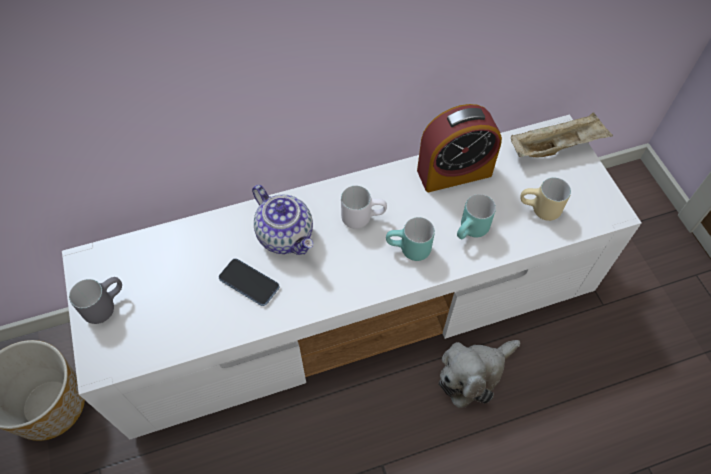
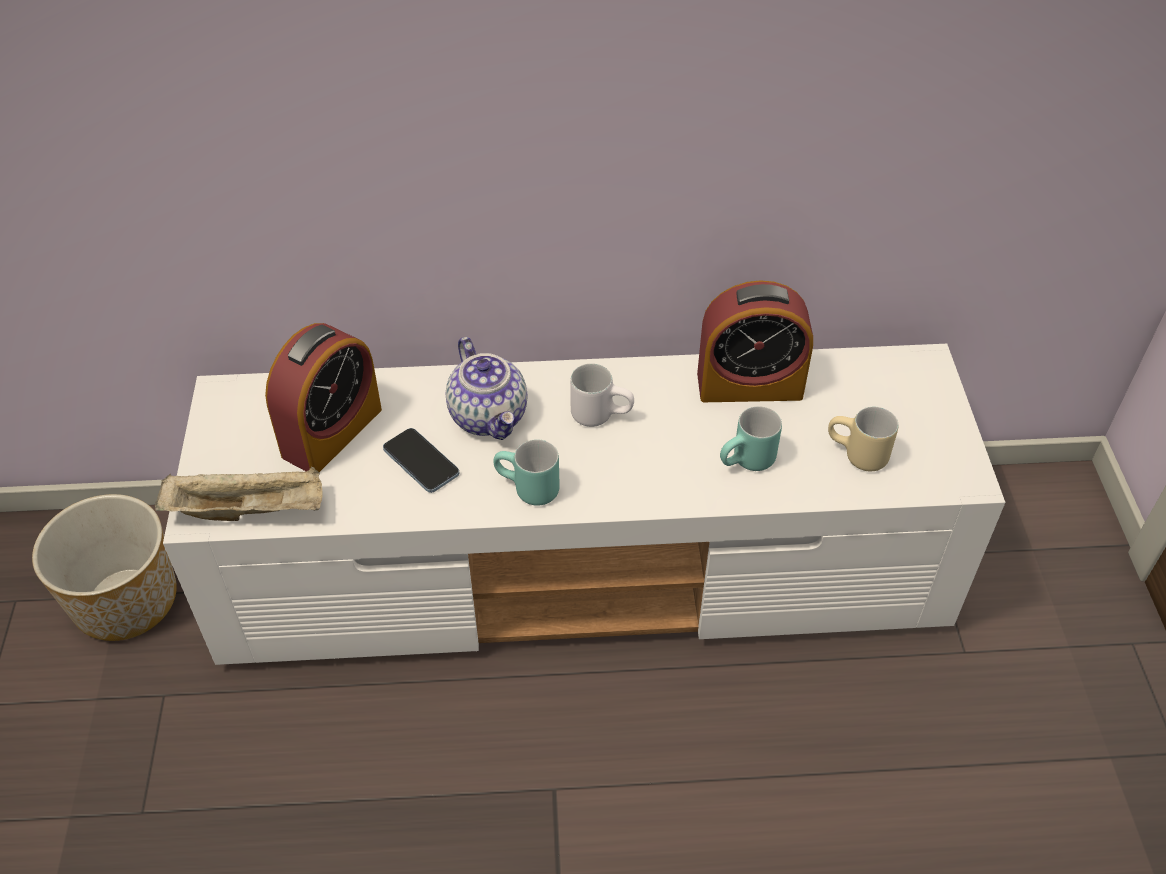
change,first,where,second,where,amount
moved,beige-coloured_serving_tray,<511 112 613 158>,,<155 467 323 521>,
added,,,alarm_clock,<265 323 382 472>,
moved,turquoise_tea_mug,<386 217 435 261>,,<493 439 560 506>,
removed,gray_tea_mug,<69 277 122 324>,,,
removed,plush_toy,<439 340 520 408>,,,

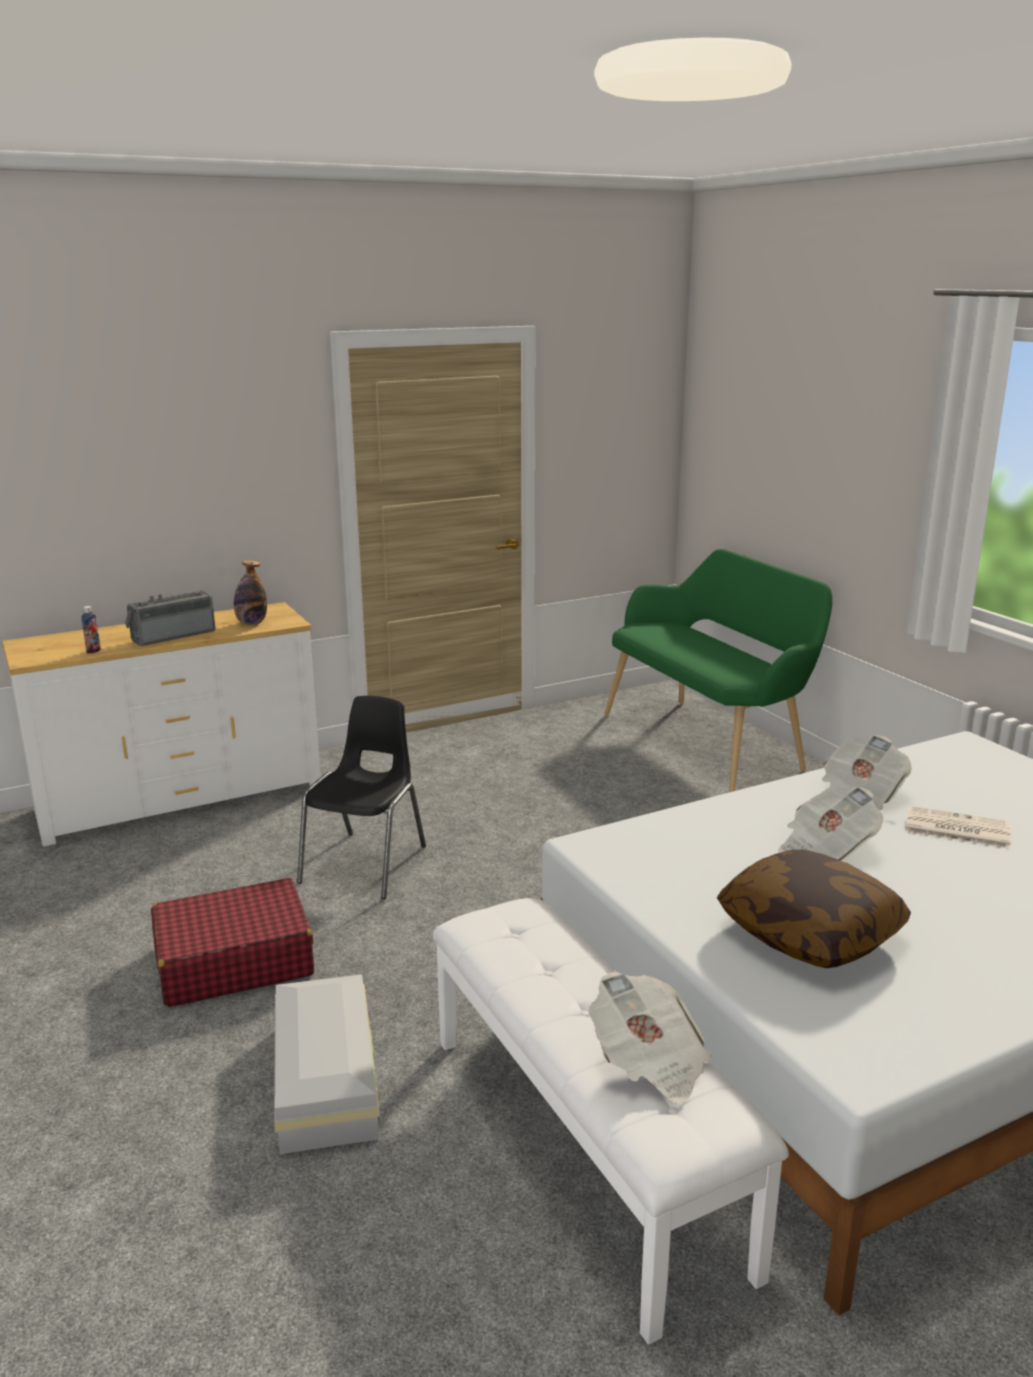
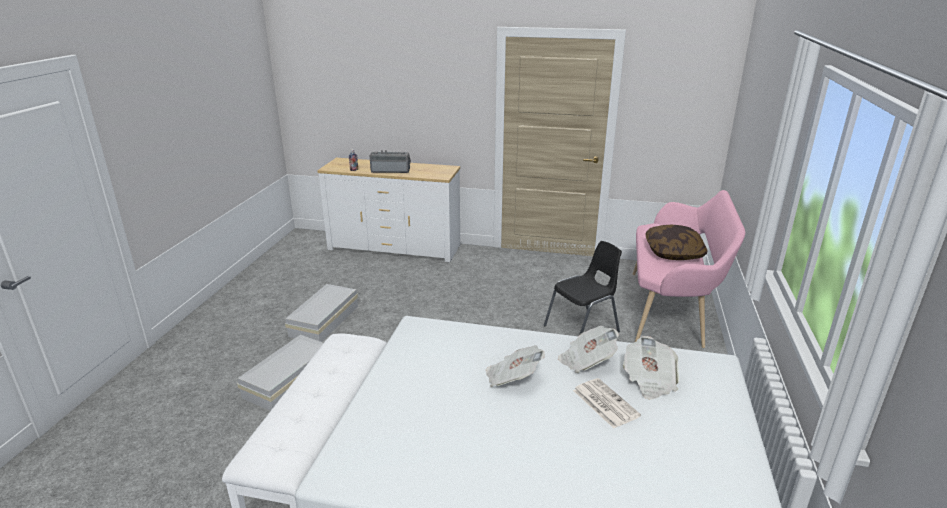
change,first,where,second,where,amount
replaced,reddish_piece_of_luggage,<151 878 314 1007>,whitish_storage_bin,<285 284 358 342>,
moved,black-coloured_upright_chair,<297 696 426 899>,,<544 241 622 335>,
moved,newspaper,<589 971 712 1104>,,<623 336 679 400>,
recoloured,greenish_bench,<604 549 833 792>,pink_bench,<633 190 745 348>,
moved,throw_pillow,<717 849 911 968>,,<645 225 708 260>,
removed,drink_bottle,<234 560 267 625>,,,

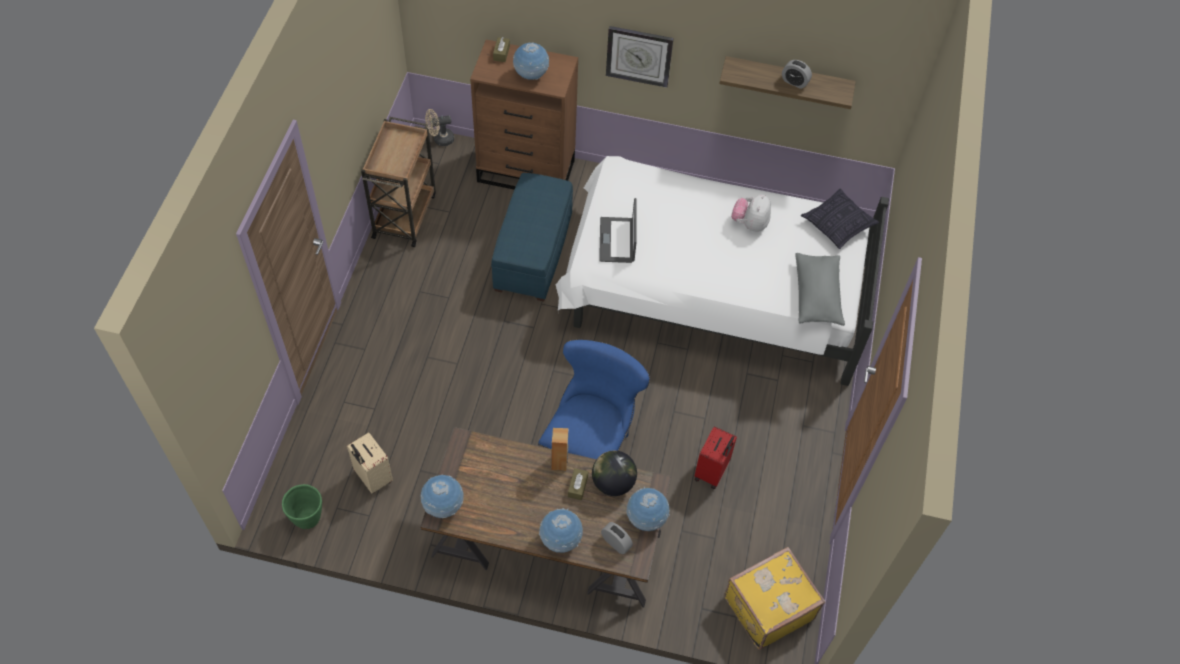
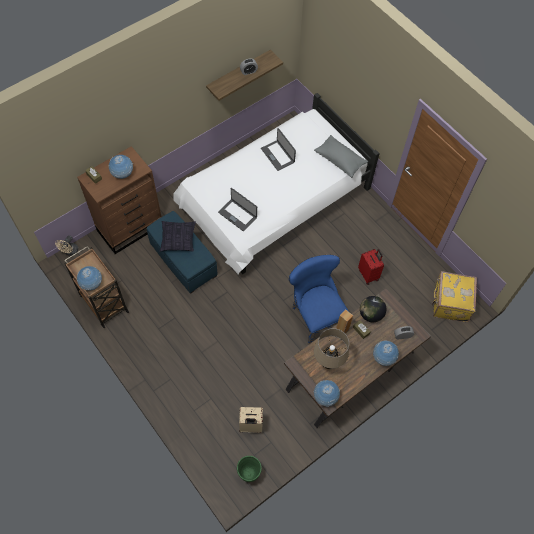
change,first,where,second,where,amount
moved,world_globe,<626 487 670 531>,,<77 266 102 291>,
moved,throw_pillow,<801 189 879 249>,,<160 221 196 252>,
replaced,plush_toy,<731 195 771 232>,laptop,<261 128 296 171>,
added,,,beige-coloured_lamp_for_a_table,<314 328 349 369>,
removed,clock_on_the_wall,<606 26 674 88>,,,

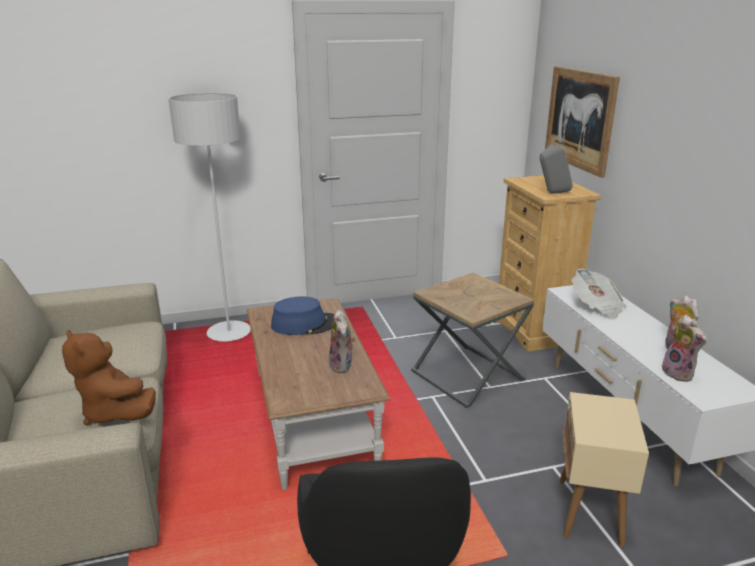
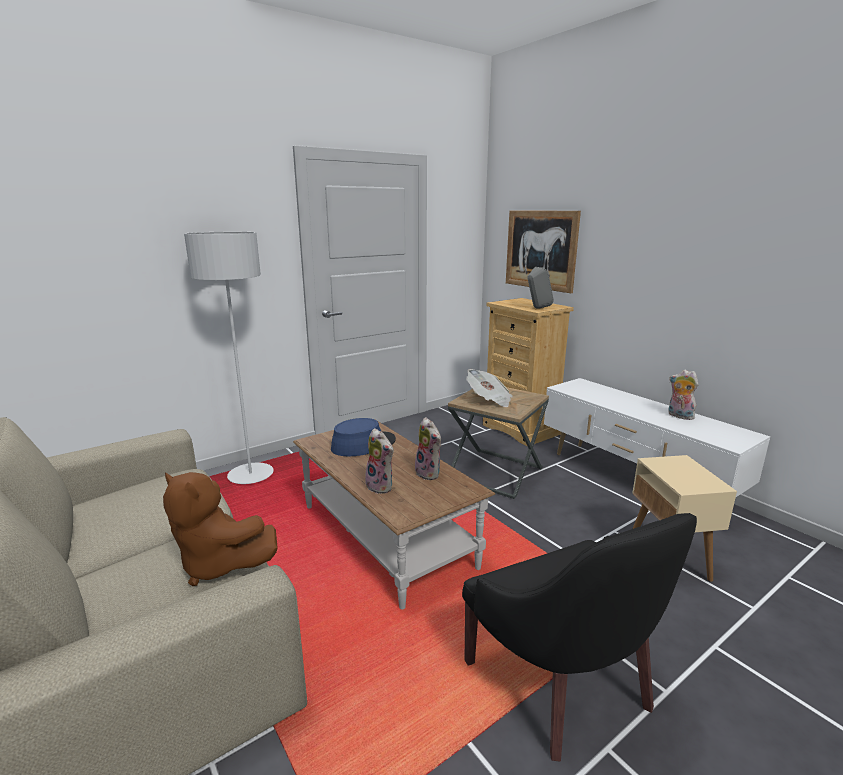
change,first,where,second,where,amount
moved,plush_toy,<662 315 707 382>,,<365 428 393 494>,
moved,newspaper,<572 268 626 320>,,<466 369 513 407>,

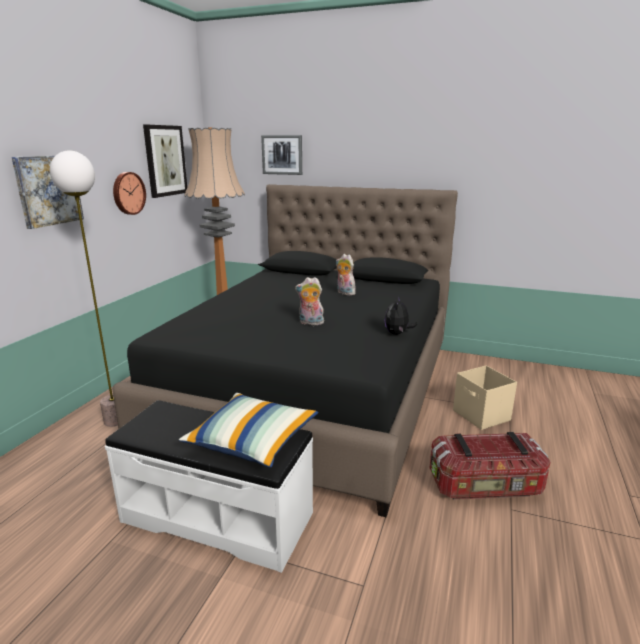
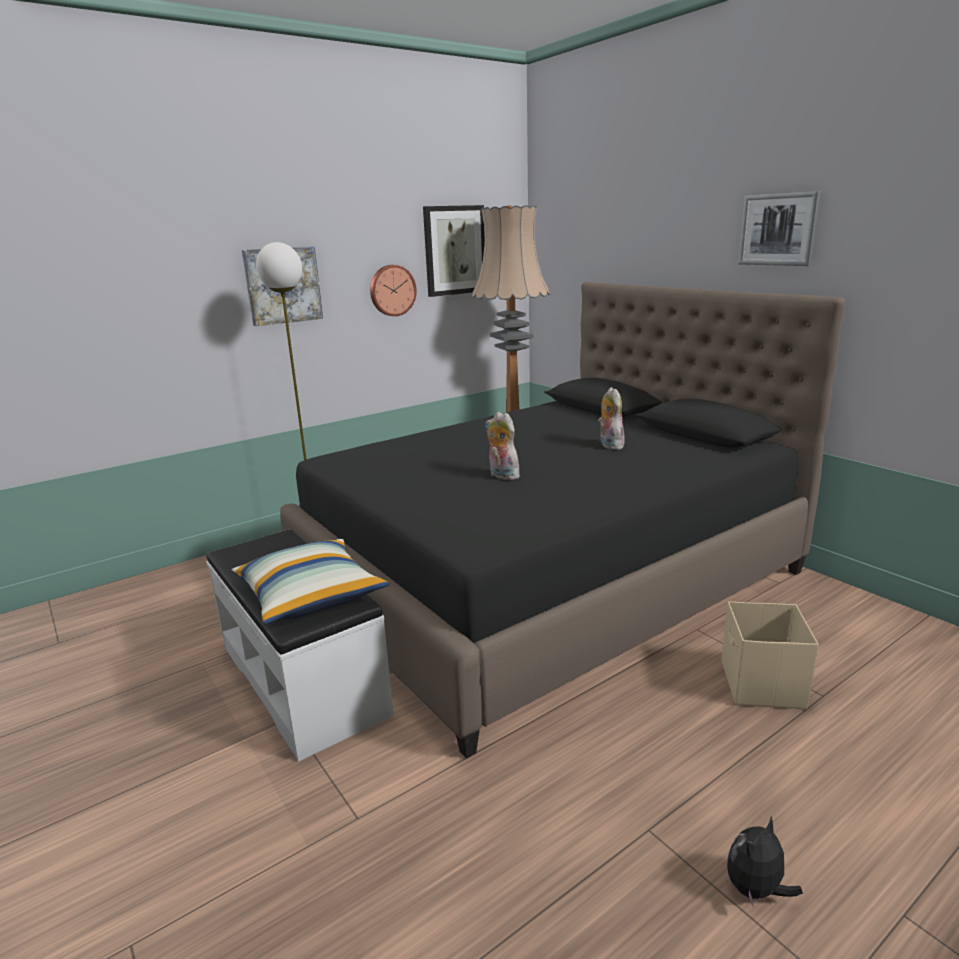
change,first,where,second,where,amount
moved,plush_toy,<385 298 417 335>,,<727 816 803 906>,
moved,picture,<261 135 302 175>,,<738 191 821 266>,
removed,storage_bin,<430 432 551 500>,,,

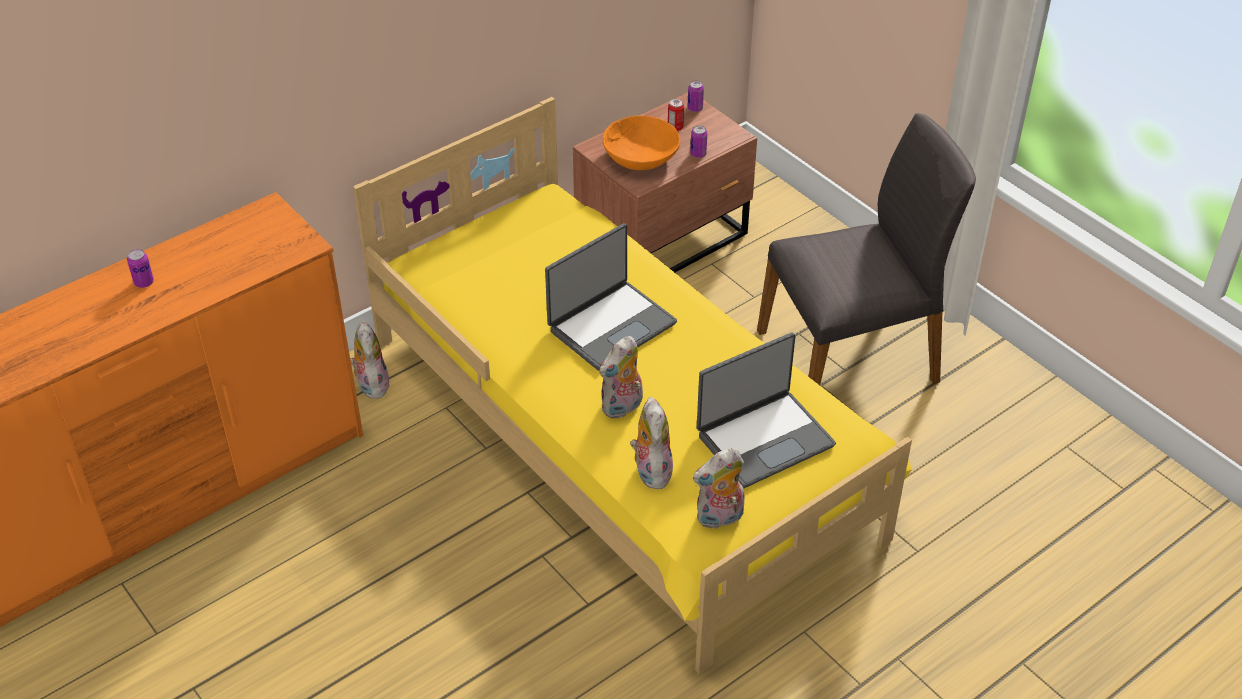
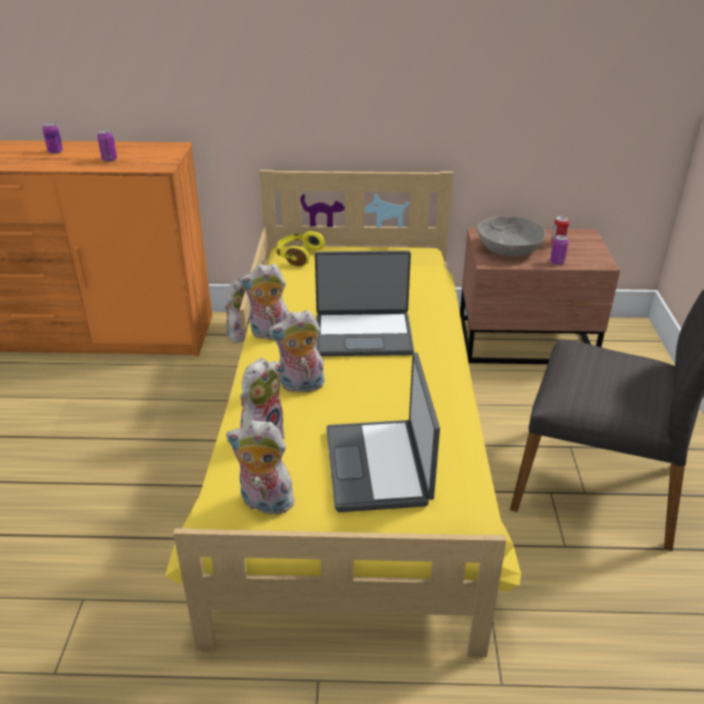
change,first,where,second,where,amount
moved,can,<687 81 704 112>,,<97 130 117 162>,
added,,,plush_toy,<239 264 290 340>,
added,,,yellow-coloured_headset,<275 231 325 266>,
turned,laptop,<697 332 836 488>,,<326 352 440 512>,75 degrees clockwise
recoloured,orange-coloured_serving_bowl,<603 116 680 170>,gray_serving_bowl,<477 215 546 256>,

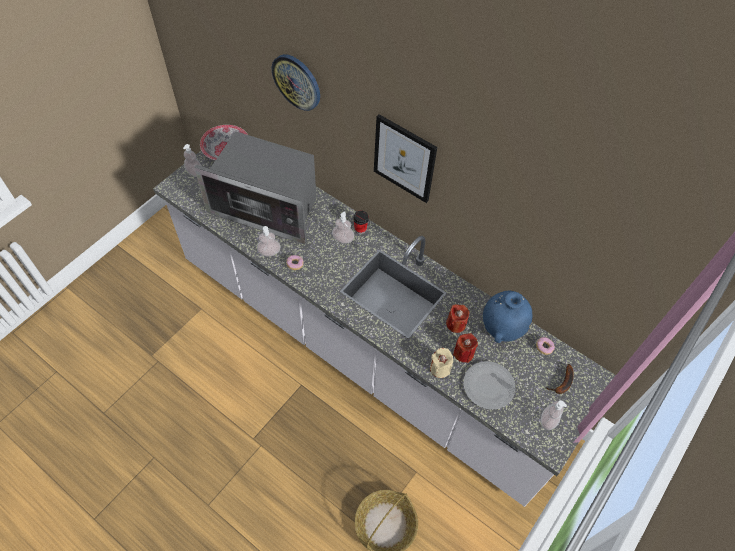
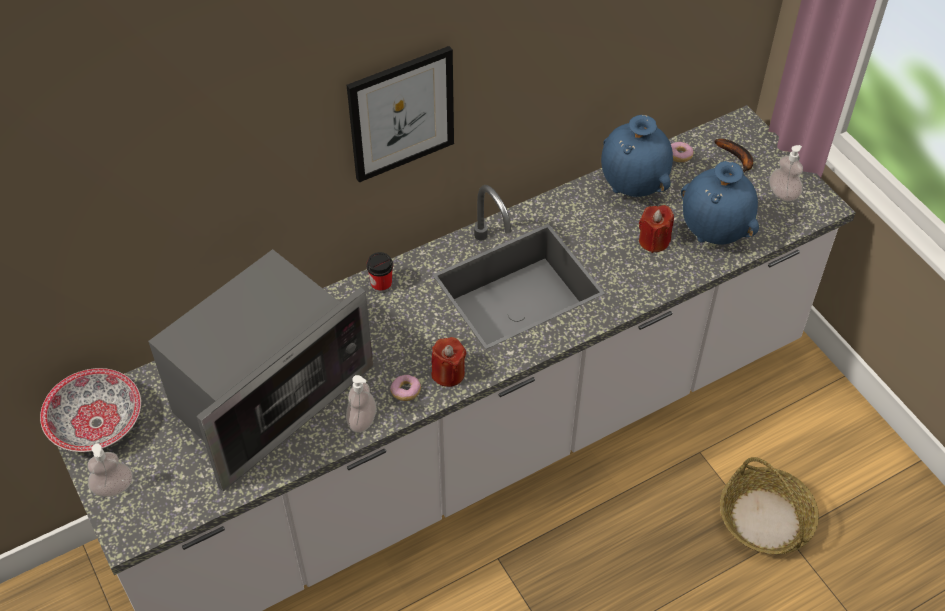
change,first,where,second,where,amount
moved,reddish_wax_light,<446 304 469 333>,,<431 337 467 387>,
replaced,plate,<464 361 515 410>,bluish_vase,<681 161 759 245>,
removed,clock_on_the_wall,<272 54 320 111>,,,
removed,soap_dispenser,<332 211 355 244>,,,
removed,beige-coloured_wax_light,<430 348 453 378>,,,

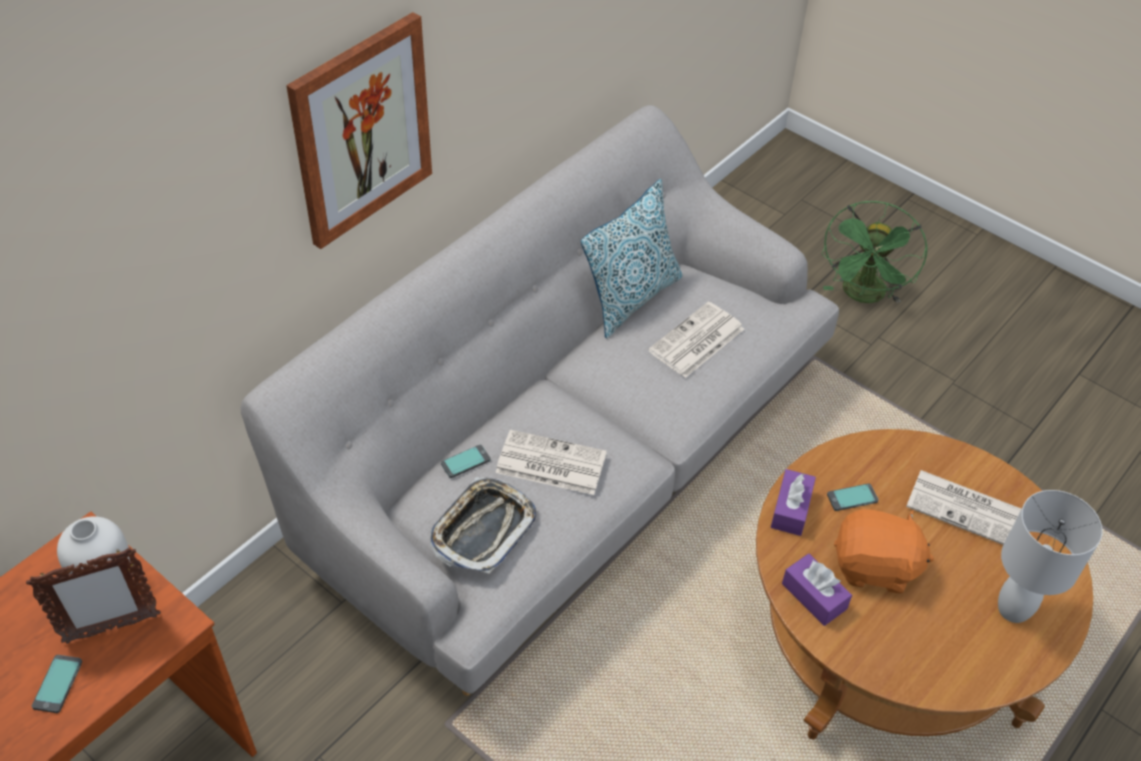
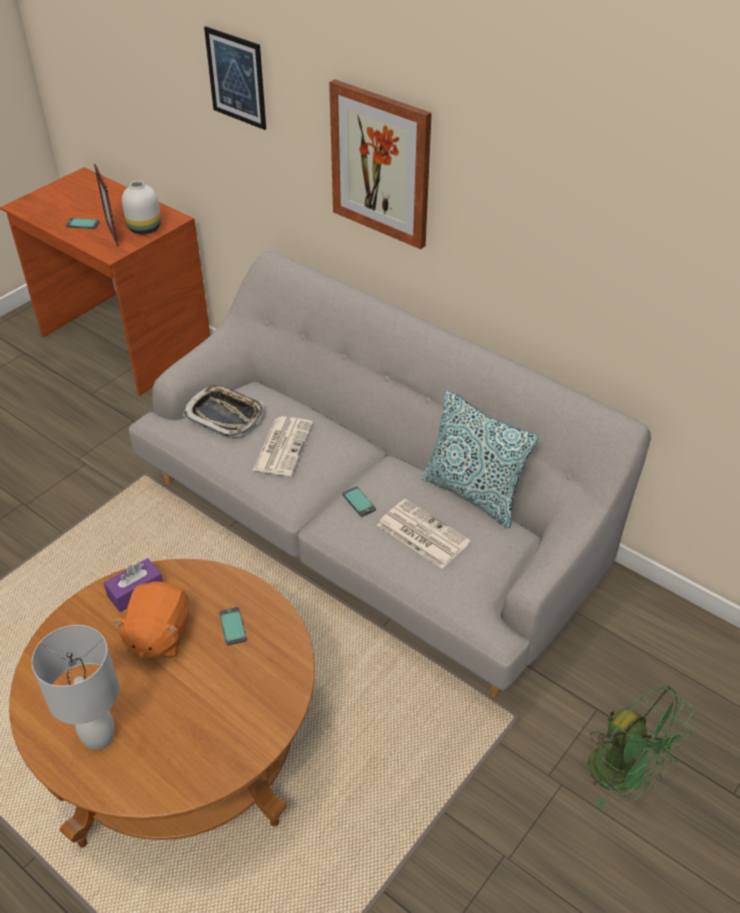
change,first,where,second,where,amount
added,,,picture,<204 26 266 130>,
moved,phone,<441 445 491 478>,,<342 486 376 517>,
turned,greenish_cooling_fan,<822 201 928 303>,,<588 685 694 810>,150 degrees counterclockwise
removed,purple-coloured_tissue_box,<771 469 816 536>,,,
removed,newspaper,<906 470 1021 545>,,,

